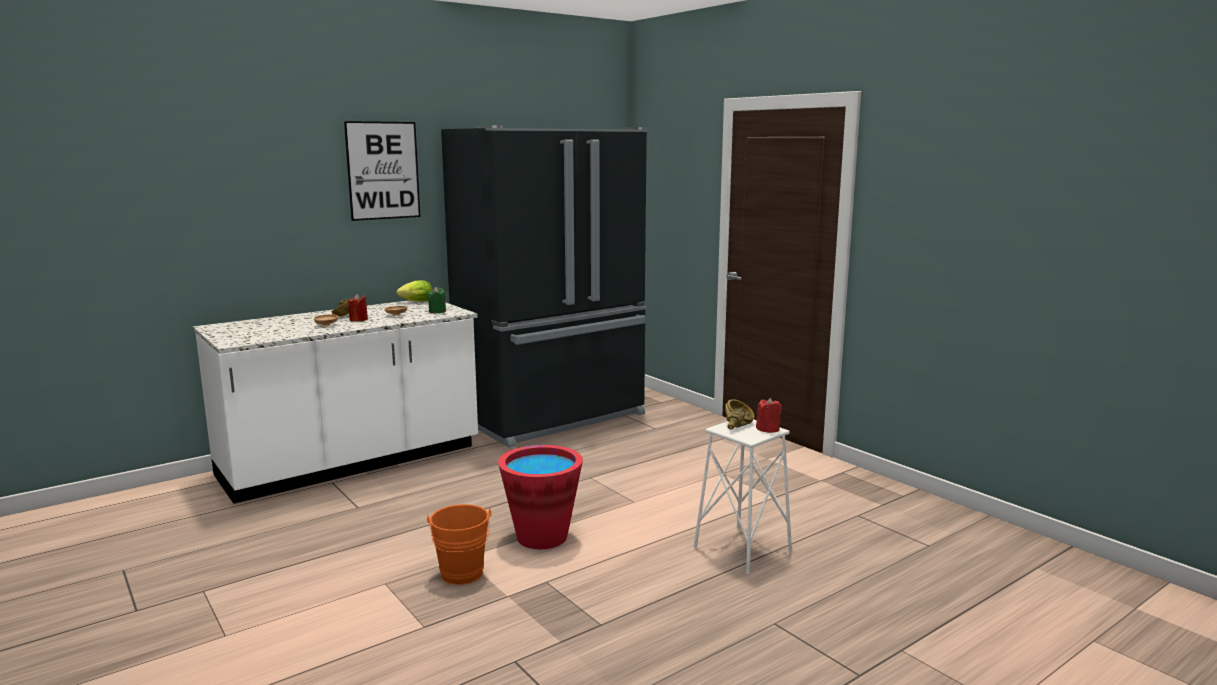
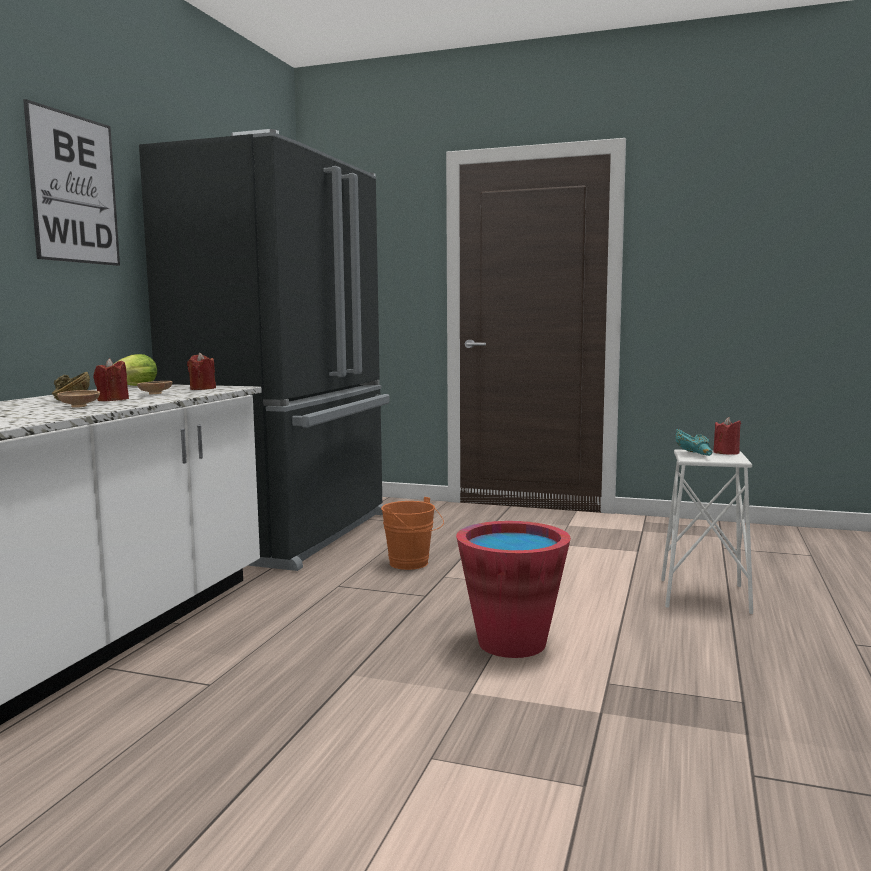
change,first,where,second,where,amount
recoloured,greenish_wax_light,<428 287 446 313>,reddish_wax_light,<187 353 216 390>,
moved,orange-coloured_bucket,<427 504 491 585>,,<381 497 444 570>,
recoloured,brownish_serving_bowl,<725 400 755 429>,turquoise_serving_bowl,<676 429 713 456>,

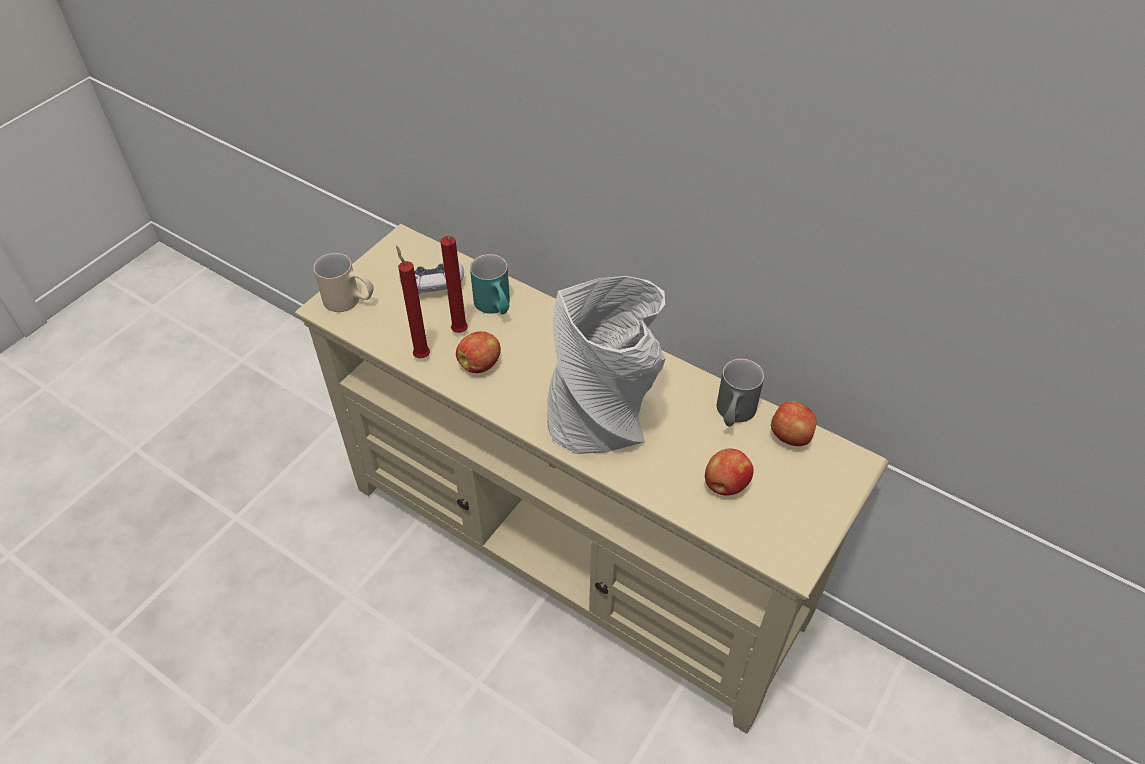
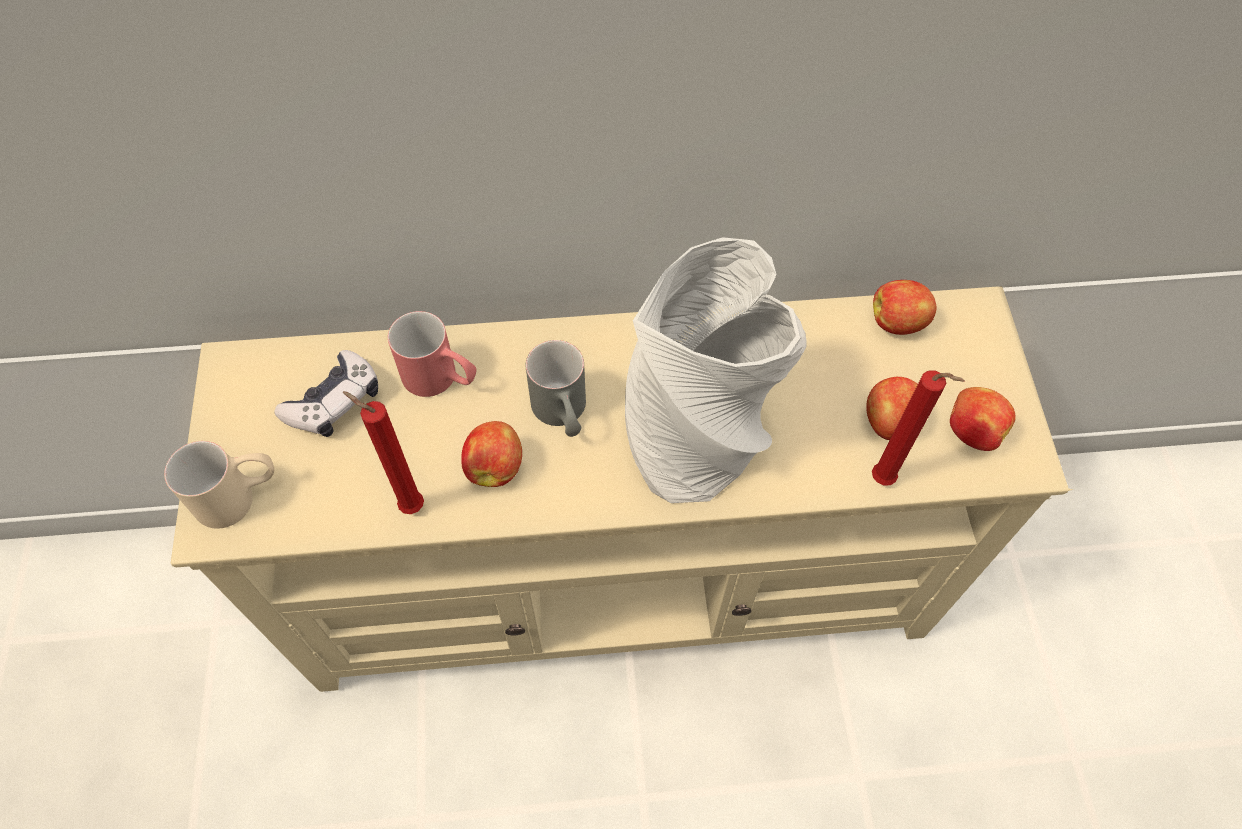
change,first,where,second,where,amount
recoloured,turquoise_tea_mug,<470 254 510 315>,reddish_tea_mug,<388 311 476 397>,
moved,gray_tea_mug,<717 359 764 427>,,<526 340 586 437>,
moved,reddish_wax_light,<440 236 468 333>,,<872 370 965 485>,
added,,,whole_apple,<950 387 1016 451>,

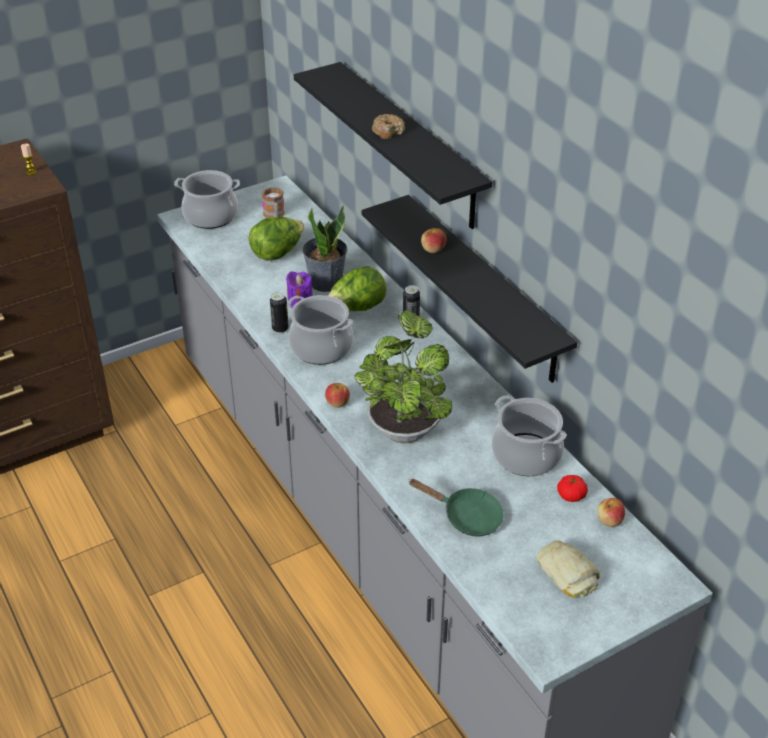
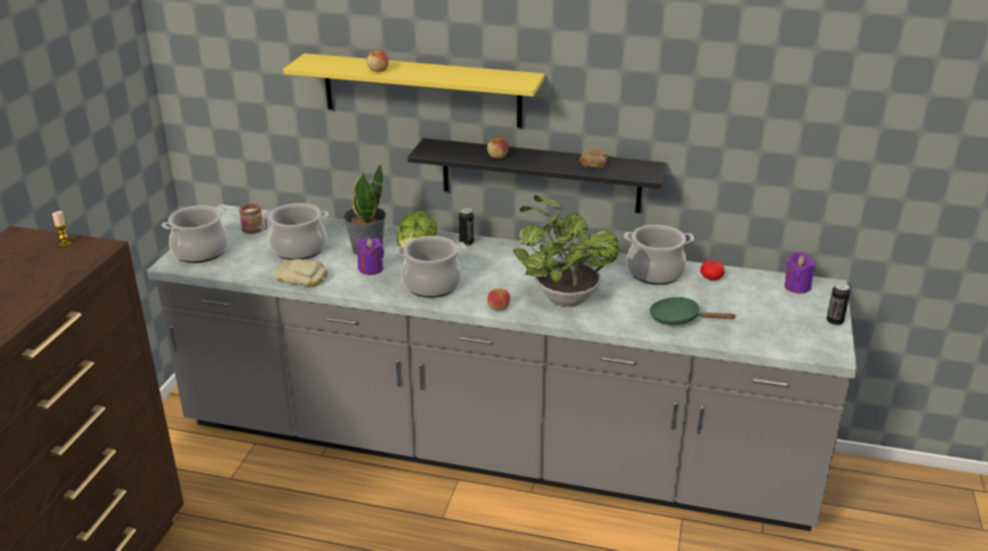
change,first,where,second,where,amount
replaced,head_of_lettuce,<249 217 304 261>,cooking_pot,<262 203 329 260>,
moved,bread,<537 541 600 598>,,<275 259 328 286>,
recoloured,black-coloured_shelf,<294 62 492 229>,yellow-coloured_shelf,<283 53 545 128>,
moved,whole_apple,<597 498 625 527>,,<367 50 389 72>,
moved,doughnut,<372 114 405 139>,,<579 149 608 169>,
turned,greenish_frying_pan,<408 479 504 537>,,<650 297 737 325>,135 degrees counterclockwise
added,,,purple-coloured_wax_light,<784 252 815 294>,
moved,can,<270 292 289 333>,,<826 283 850 326>,

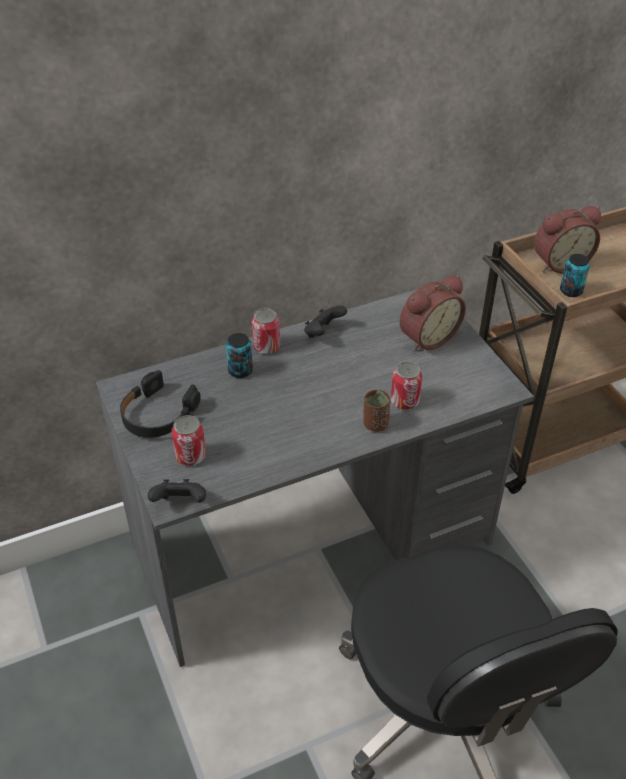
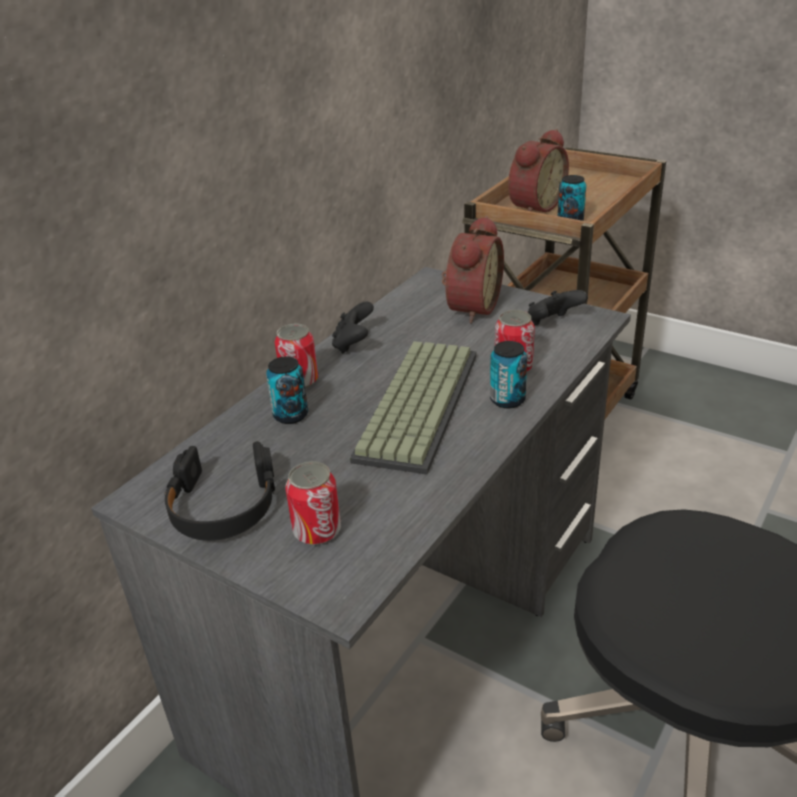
change,first,where,second,where,amount
added,,,PC_keyboard,<350 341 477 474>,
replaced,brownish_drinking_cup,<363 390 390 432>,can,<490 341 527 408>,
moved,black-coloured_gamepad,<148 479 206 503>,,<527 290 588 326>,

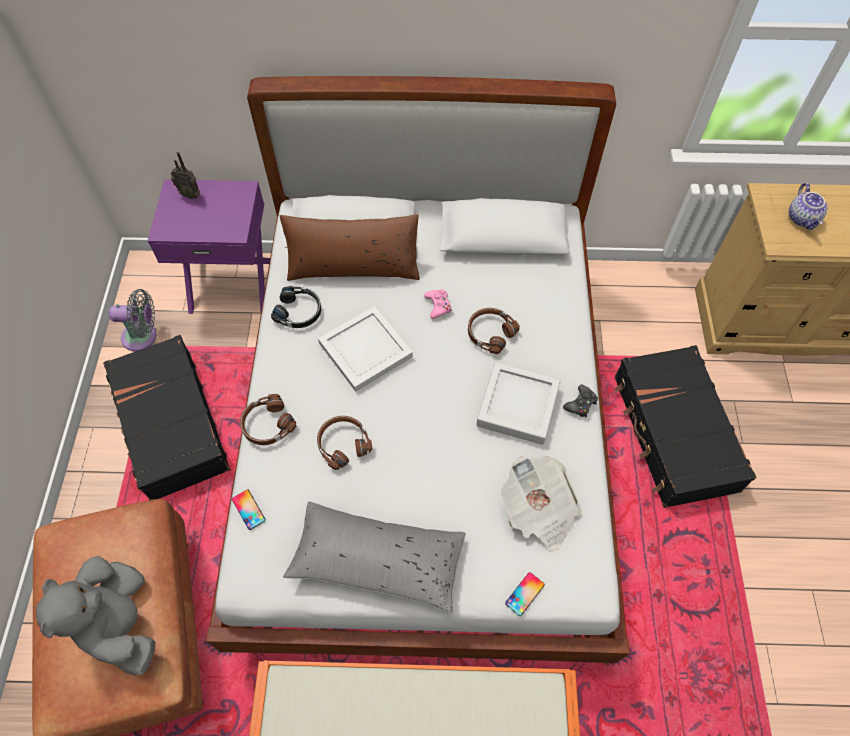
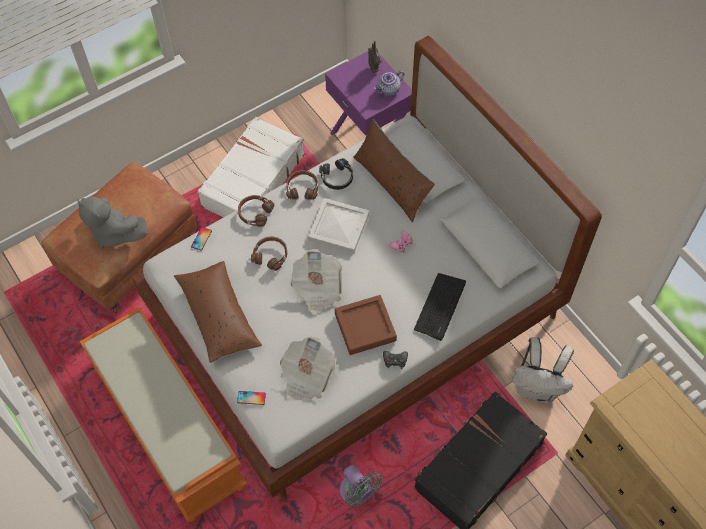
change,first,where,second,where,amount
turned,gray_plush_toy,<36 556 155 675>,,<77 196 148 249>,90 degrees counterclockwise
recoloured,gray_throw_pillow,<283 502 466 613>,brownish_throw_pillow,<174 261 262 363>,
recoloured,black-coloured_piece_of_luggage,<103 335 230 500>,whitish_piece_of_luggage,<197 117 304 217>,
moved,brownish_headset,<468 308 520 354>,,<286 170 318 200>,
added,,,newspaper,<291 249 342 314>,
recoloured,gray_serving_tray,<476 362 561 445>,brownish_serving_tray,<335 295 397 355>,
moved,gray_cooling_fan,<109 289 157 352>,,<340 465 383 506>,
moved,teapot,<789 183 827 230>,,<374 70 404 96>,
added,,,PC_keyboard,<414 273 466 341>,
added,,,whitish_backpack,<512 337 574 403>,

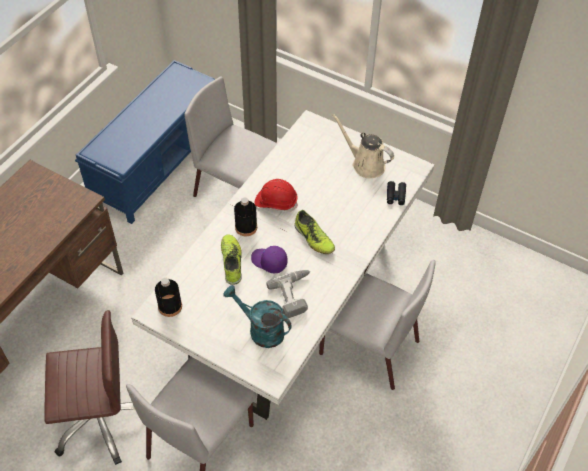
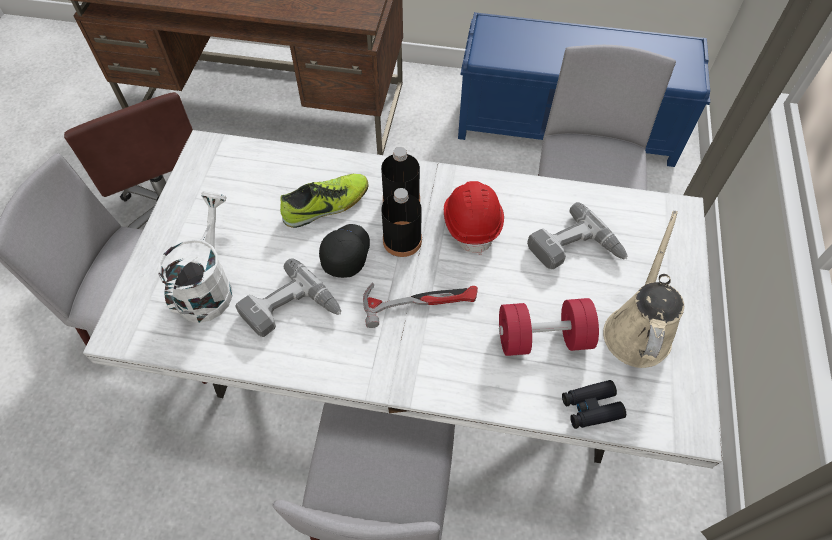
change,first,where,second,where,amount
recoloured,turquoise_watering_can,<223 285 292 348>,whitish_watering_can,<158 190 232 323>,
recoloured,purple-coloured_baseball_cap,<251 246 288 273>,black-coloured_baseball_cap,<319 224 370 278>,
replaced,low_shoe,<295 210 335 254>,hammer,<363 283 478 328>,
moved,black-coloured_drink_bottle,<155 278 182 317>,,<381 188 422 257>,
added,,,reddish_dumbbell,<499 298 599 356>,
added,,,electric_drill,<527 202 628 269>,

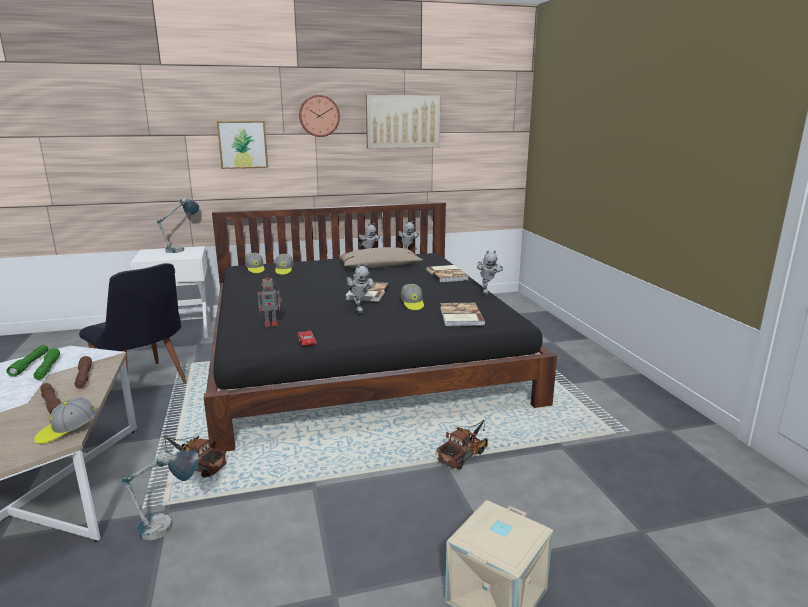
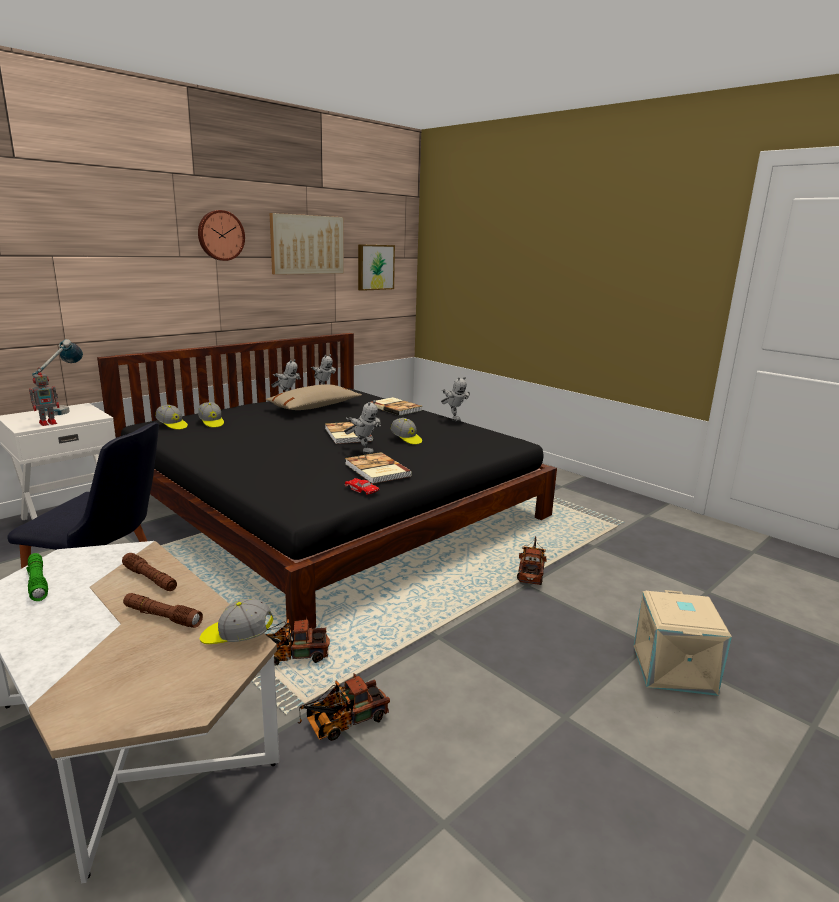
change,first,where,second,where,amount
moved,toy_robot,<258 273 282 327>,,<29 369 59 426>,
turned,baseball_cap,<34 398 97 444>,,<200 599 273 644>,75 degrees clockwise
replaced,lamp_for_a_table,<122 450 199 541>,model_truck,<298 674 390 741>,
moved,bound_book,<440 303 485 326>,,<345 452 412 484>,
moved,picture,<217 121 268 169>,,<358 244 395 291>,
removed,greenish_torch,<34 348 60 380>,,,

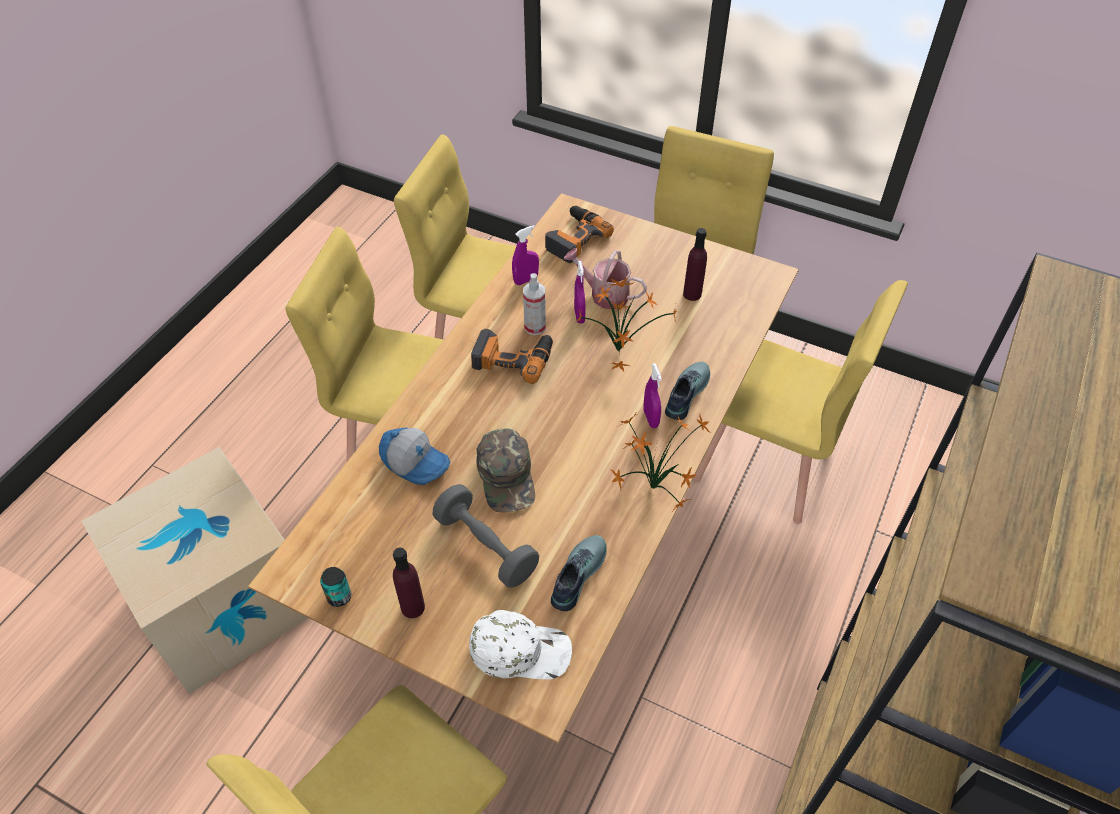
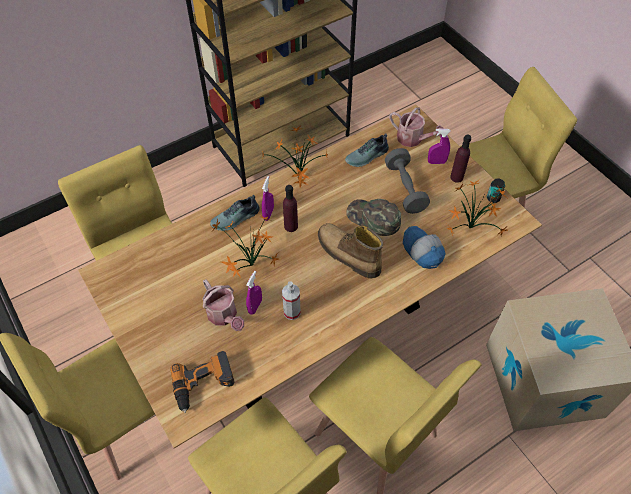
change,first,where,second,where,amount
moved,purple-coloured_drink_bottle,<683 228 707 301>,,<283 185 298 232>,
added,,,tall_boot,<318 223 383 278>,
turned,greenish_baseball_cap,<477 428 535 512>,,<346 199 401 236>,75 degrees counterclockwise
replaced,whitish_baseball_cap,<469 610 572 680>,watering_can,<389 107 444 147>,
moved,purple-coloured_hand_sprayer,<512 225 539 285>,,<428 129 451 164>,
added,,,houseplant,<447 180 509 236>,
removed,electric_drill,<471 329 553 384>,,,

